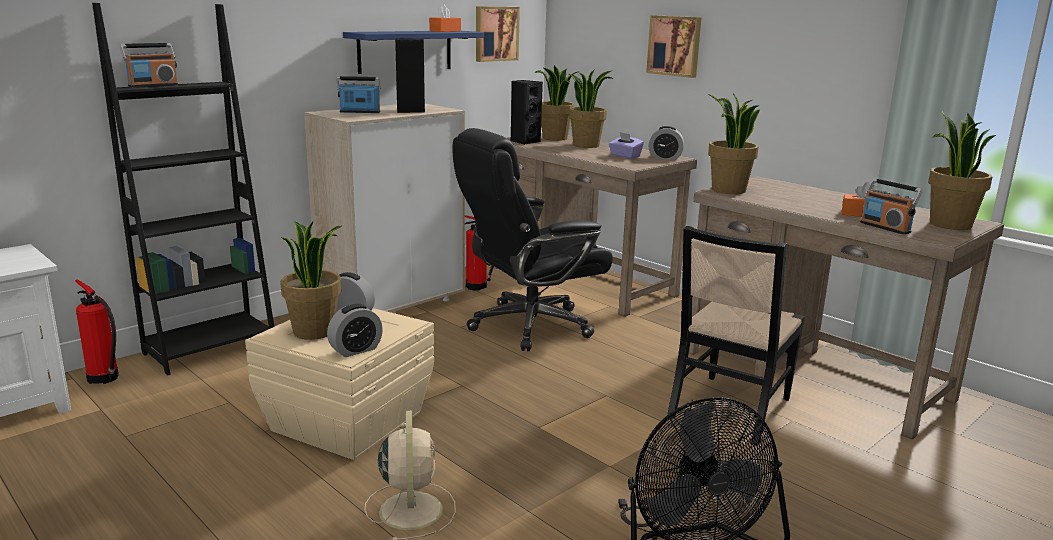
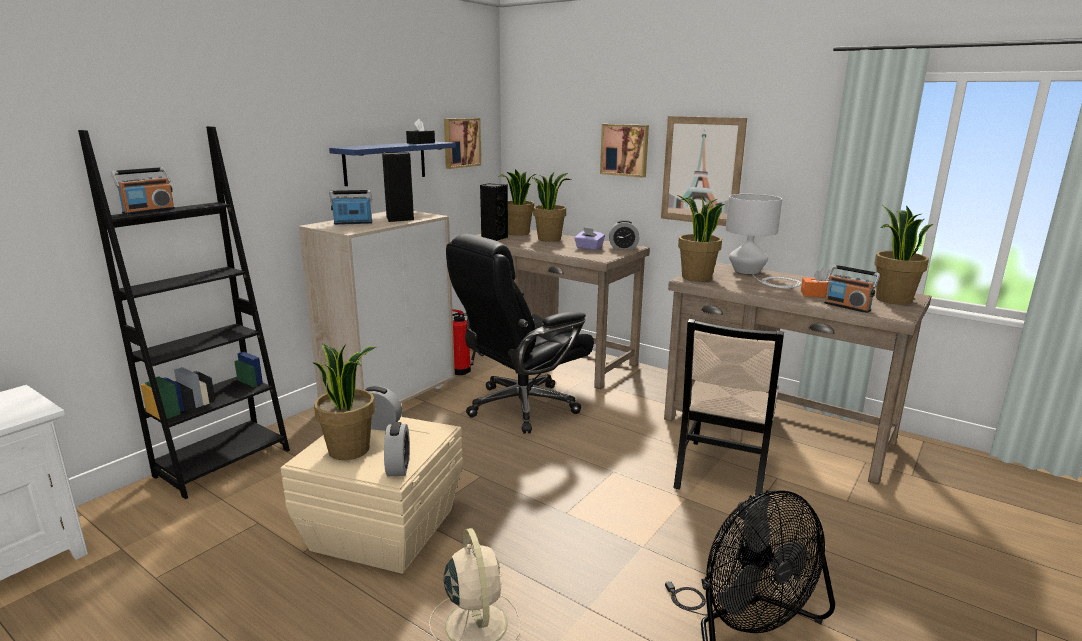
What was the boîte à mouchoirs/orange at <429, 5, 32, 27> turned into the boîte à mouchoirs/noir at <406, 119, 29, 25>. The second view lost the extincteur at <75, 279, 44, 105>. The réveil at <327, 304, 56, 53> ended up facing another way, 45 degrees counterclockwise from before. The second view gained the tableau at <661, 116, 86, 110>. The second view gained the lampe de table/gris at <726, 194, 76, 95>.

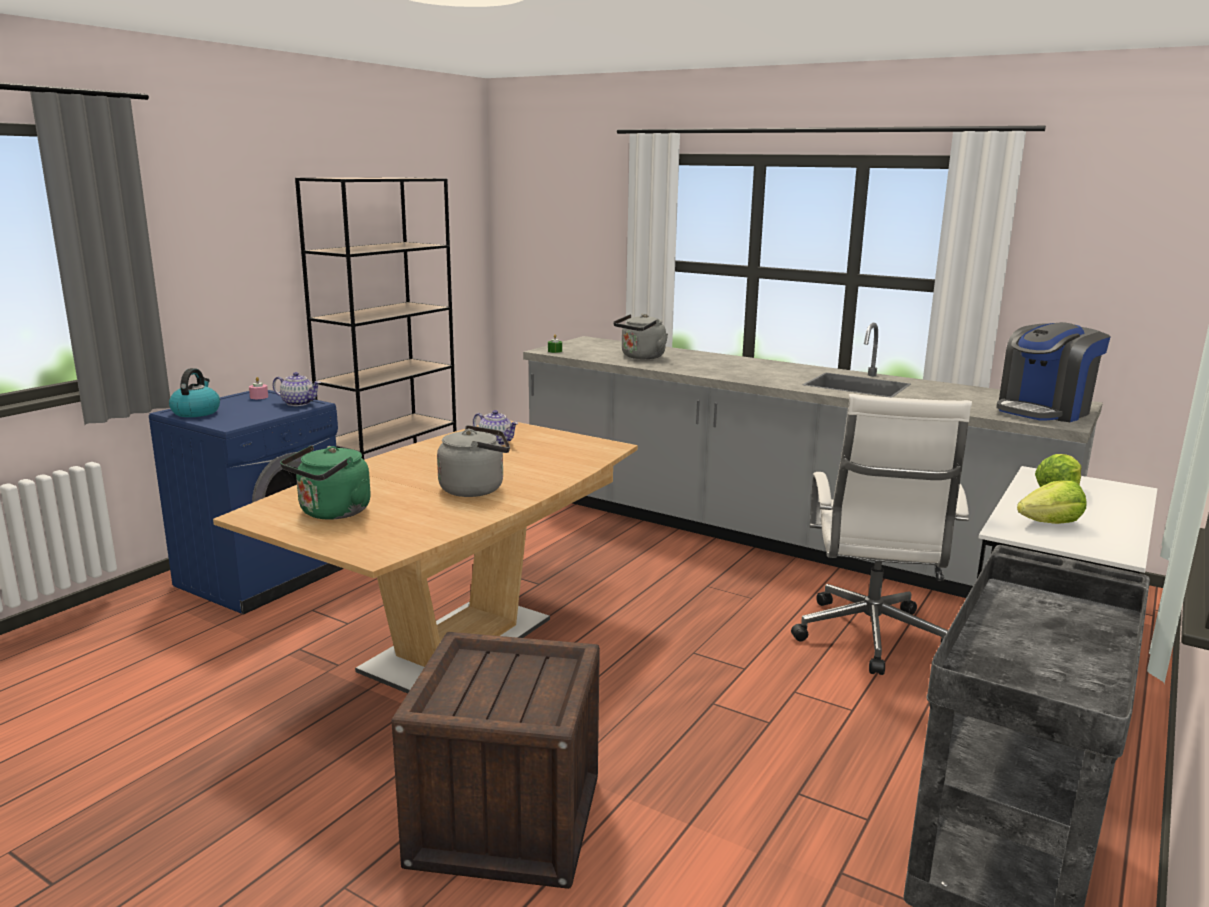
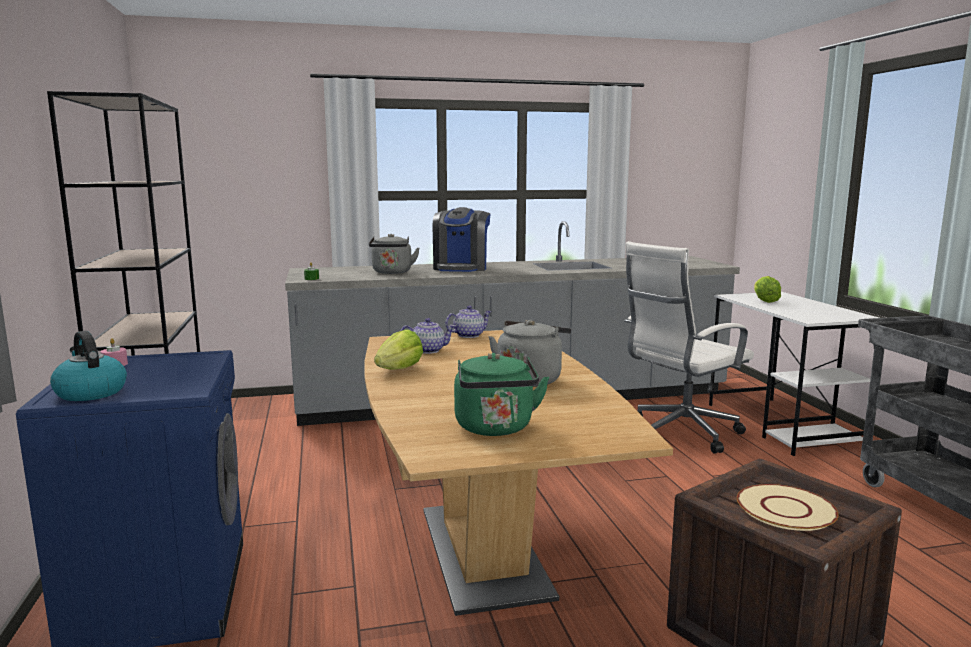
The machine à café ended up elsewhere, having gone from <996, 322, 115, 100> to <433, 207, 58, 65>. The théière ended up elsewhere, having gone from <273, 372, 48, 34> to <445, 306, 47, 32>. The chaise de bureau/blanc at <791, 394, 181, 281> ended up facing another way, 90 degrees clockwise from before. The laitue ended up elsewhere, having gone from <1017, 480, 70, 44> to <374, 329, 49, 41>. The second view gained the assiette/beige at <737, 484, 102, 47>.

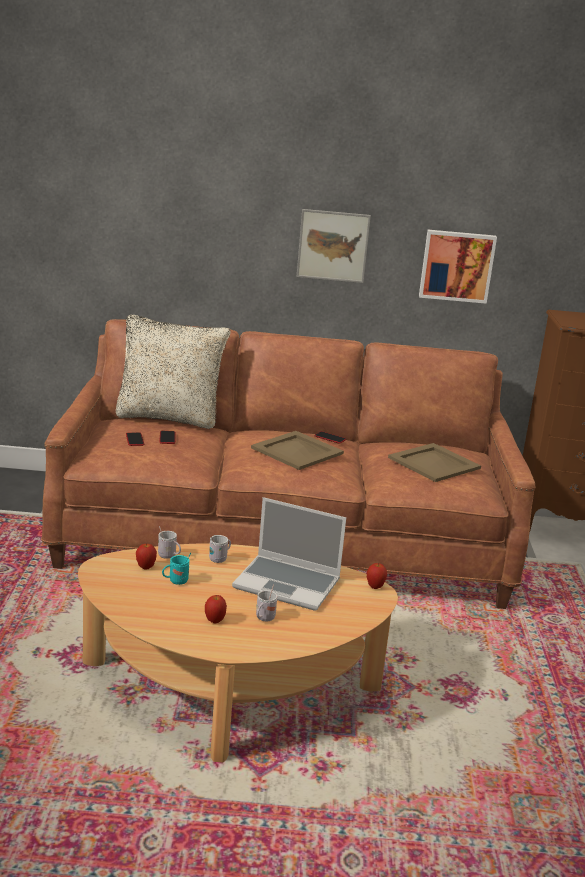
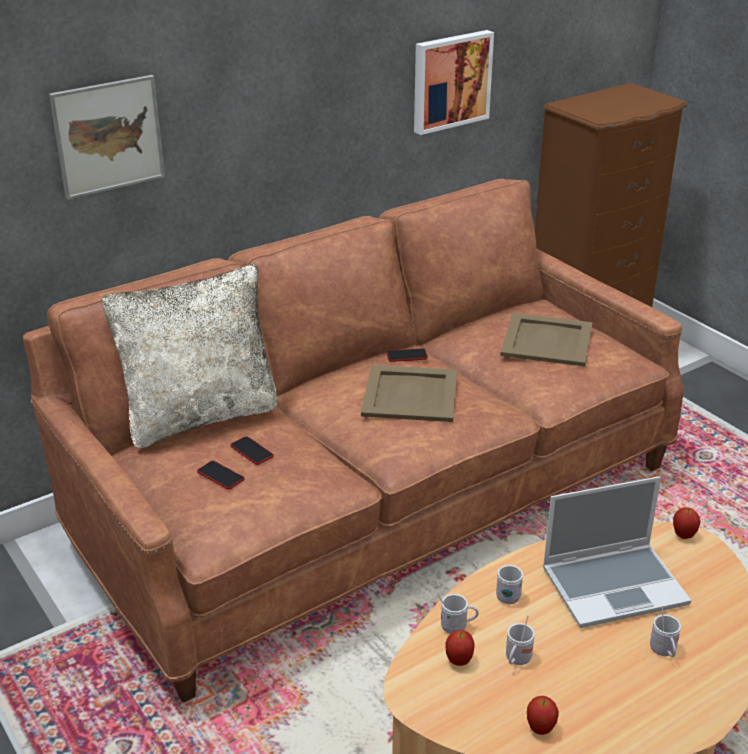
The tableau ended up elsewhere, having gone from <296, 209, 75, 74> to <49, 75, 116, 125>. What was the mug/turquoise at <162, 553, 29, 32> turned into the mug/blanc at <506, 616, 29, 49>. The pomme ended up elsewhere, having gone from <205, 595, 22, 28> to <527, 696, 32, 39>.

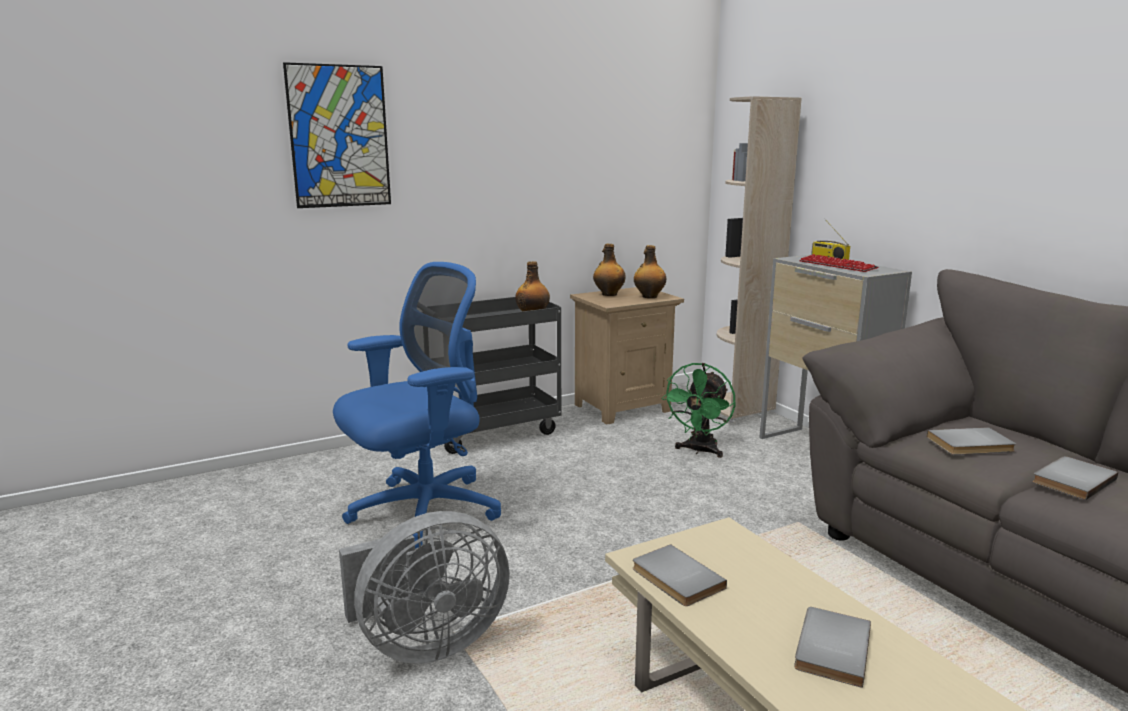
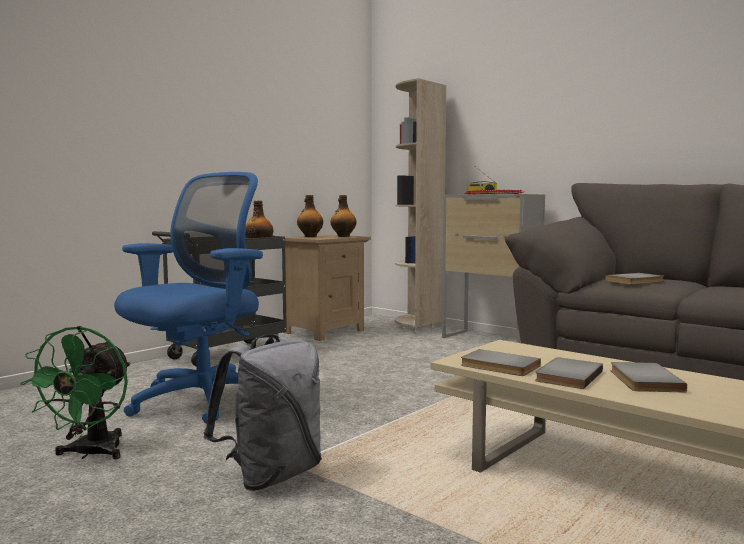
The second view lost the tableau at <283, 62, 108, 146>. The ventilateur/vert ended up elsewhere, having gone from <661, 363, 75, 95> to <20, 326, 110, 133>. The livre/gris ended up elsewhere, having gone from <1033, 456, 85, 44> to <535, 357, 68, 32>. Where the ventilateur/gris stood at <339, 511, 171, 153>, the sac à dos/gris came to stand at <203, 334, 119, 157>.

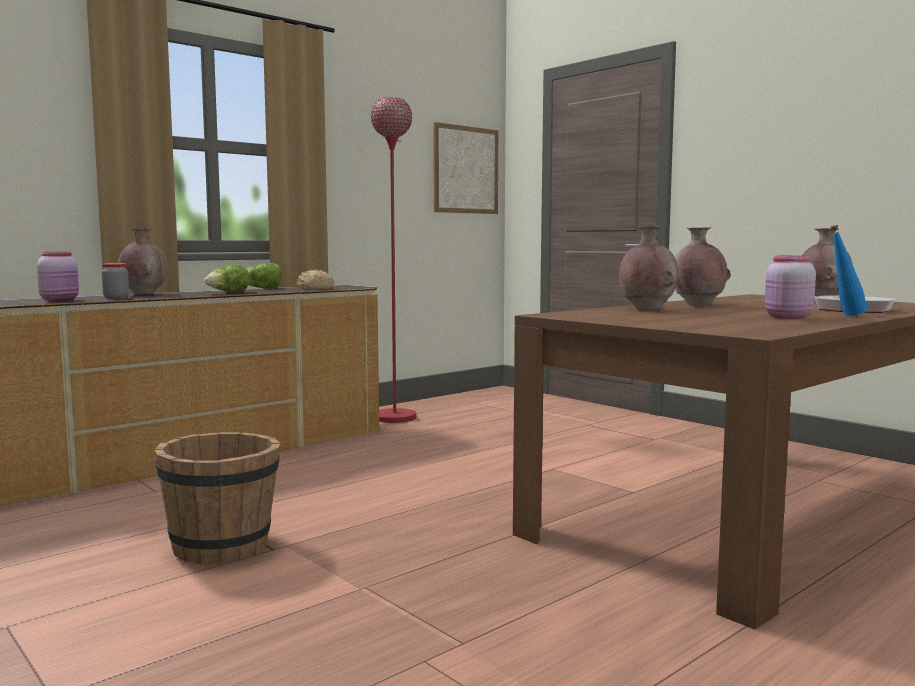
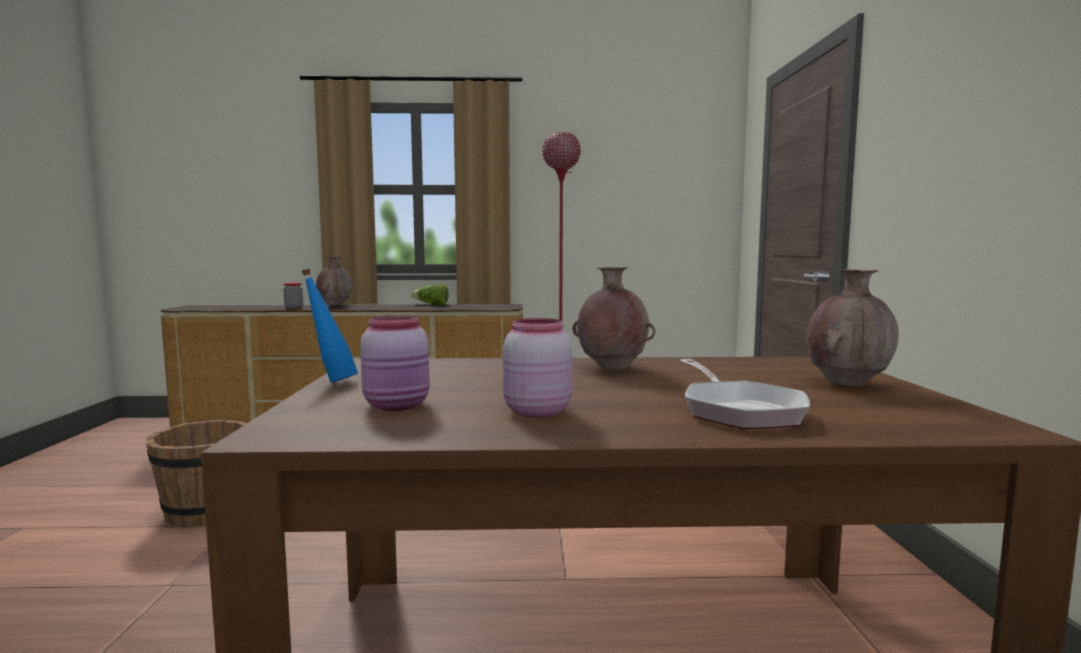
The second view lost the tableau at <433, 122, 65, 92>. The bouteille/bleu ended up elsewhere, having gone from <831, 225, 37, 91> to <301, 269, 57, 114>. The second view lost the vase/marron at <619, 226, 59, 84>. The bocal/rose ended up elsewhere, having gone from <37, 251, 42, 50> to <360, 315, 69, 96>. The second view lost the laitue at <204, 264, 46, 28>. The second view lost the pain at <297, 269, 38, 21>.

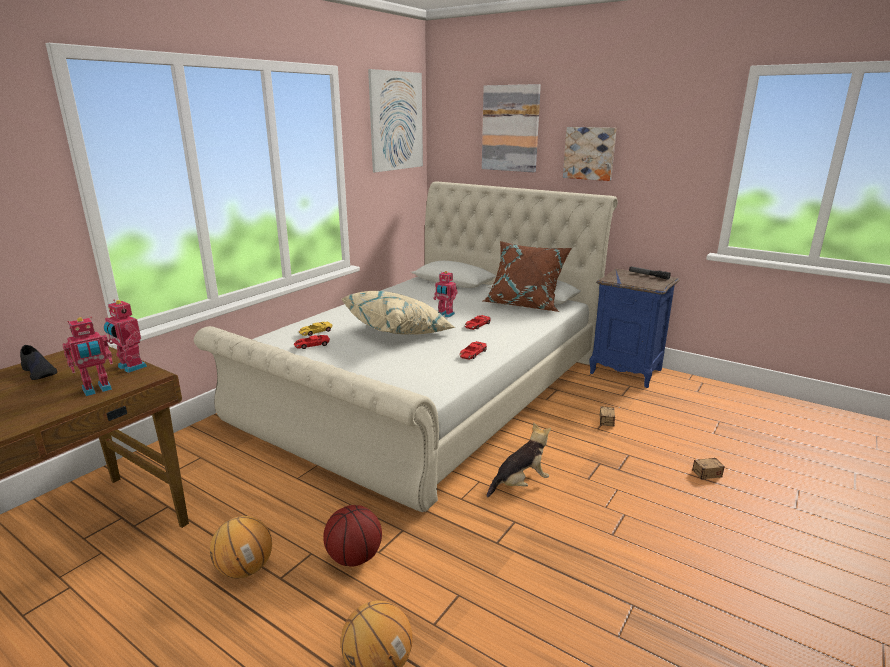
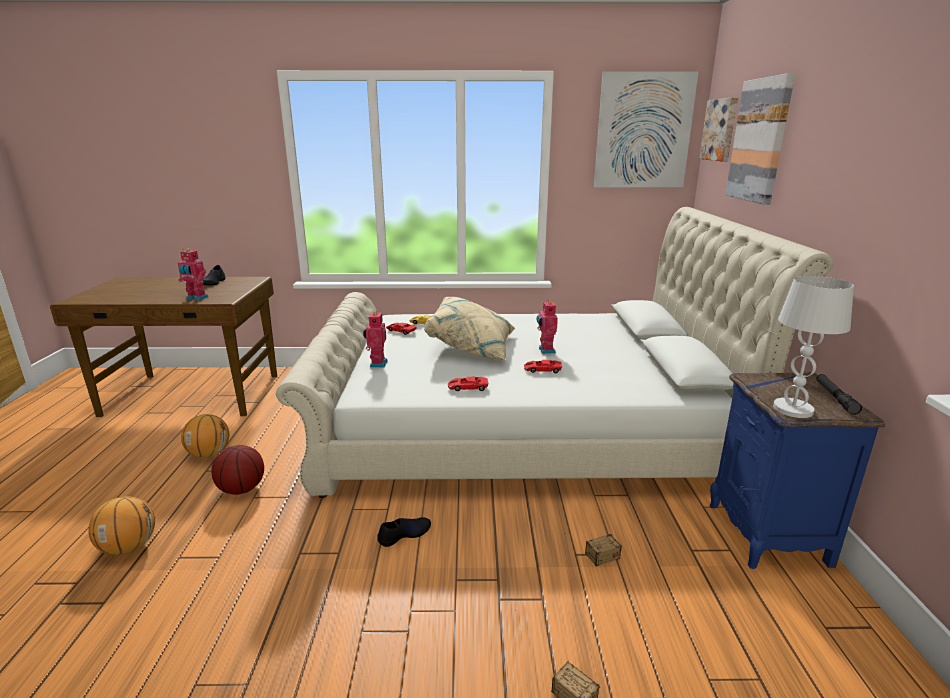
The tableau ended up elsewhere, having gone from <563, 127, 54, 54> to <699, 97, 39, 64>. The second view lost the coussin/marron at <484, 241, 88, 71>. The robot jouet ended up elsewhere, having gone from <104, 300, 43, 73> to <363, 310, 25, 57>. Where the peluche stood at <487, 423, 64, 74>, the chaussure/noir came to stand at <377, 518, 54, 29>. The second view gained the lampe de table/blanc at <773, 276, 81, 142>.

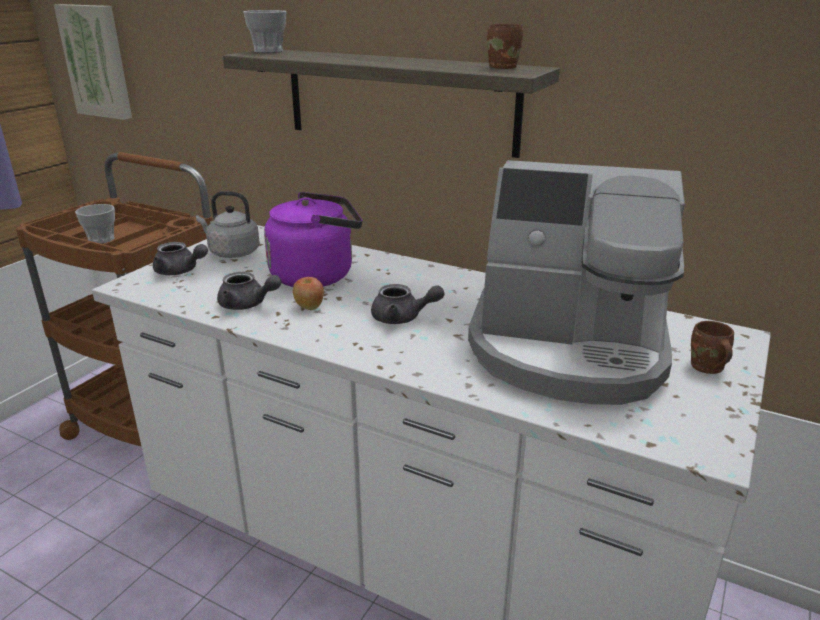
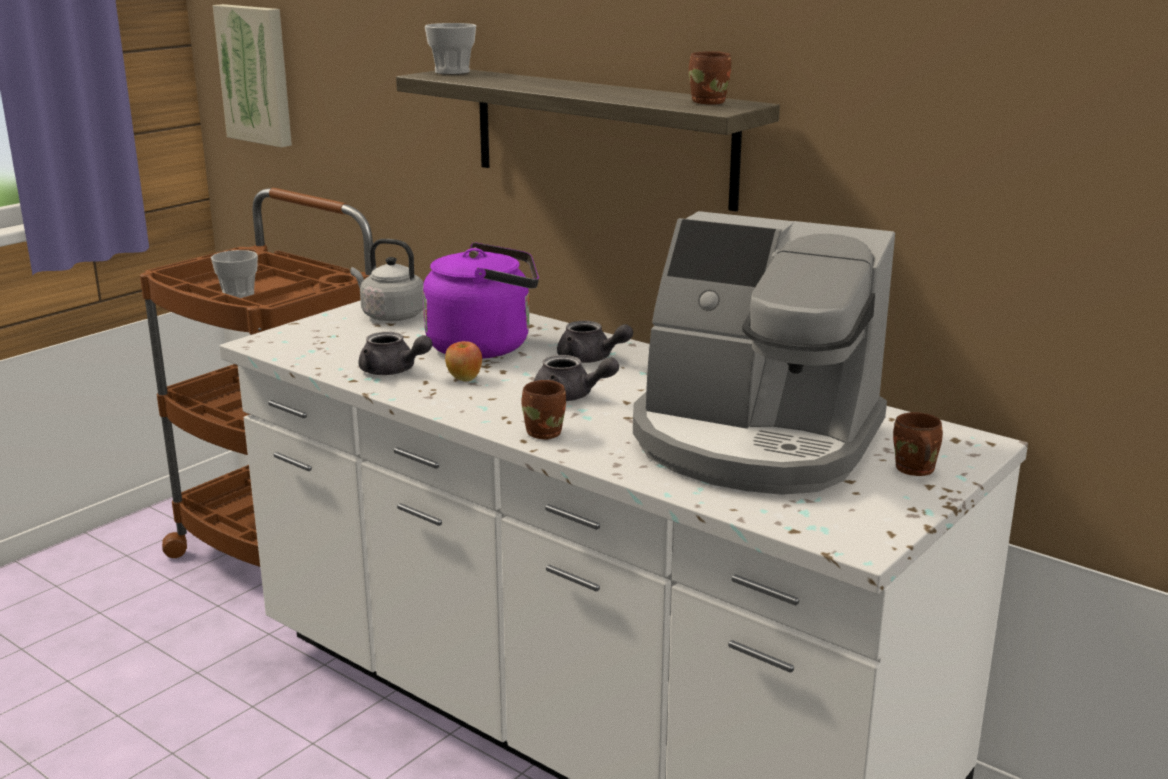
The théière/gris ended up elsewhere, having gone from <153, 242, 55, 33> to <557, 321, 76, 42>. The second view gained the mug/marron at <521, 380, 45, 59>.

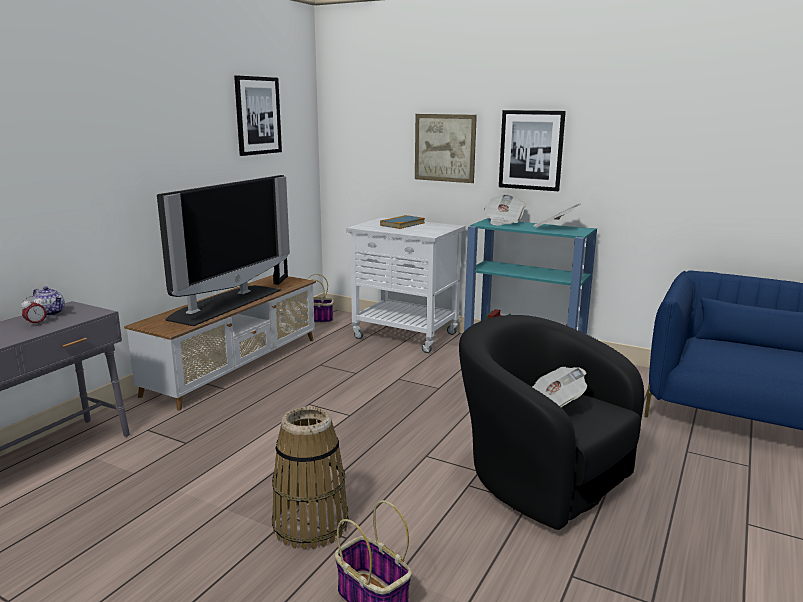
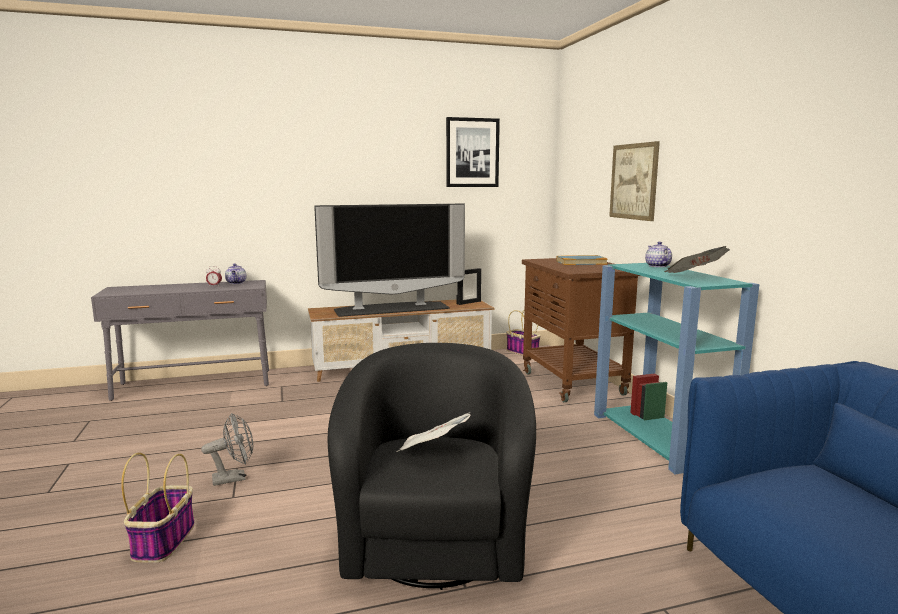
The second view lost the tableau at <499, 110, 67, 81>. Where the journal stood at <484, 194, 42, 31>, the théière came to stand at <645, 242, 27, 25>. What was the chariot/blanc at <346, 217, 120, 136> turned into the chariot/marron at <522, 258, 118, 144>. Where the panier stood at <272, 406, 76, 144>, the ventilateur/gris came to stand at <201, 413, 52, 73>.

